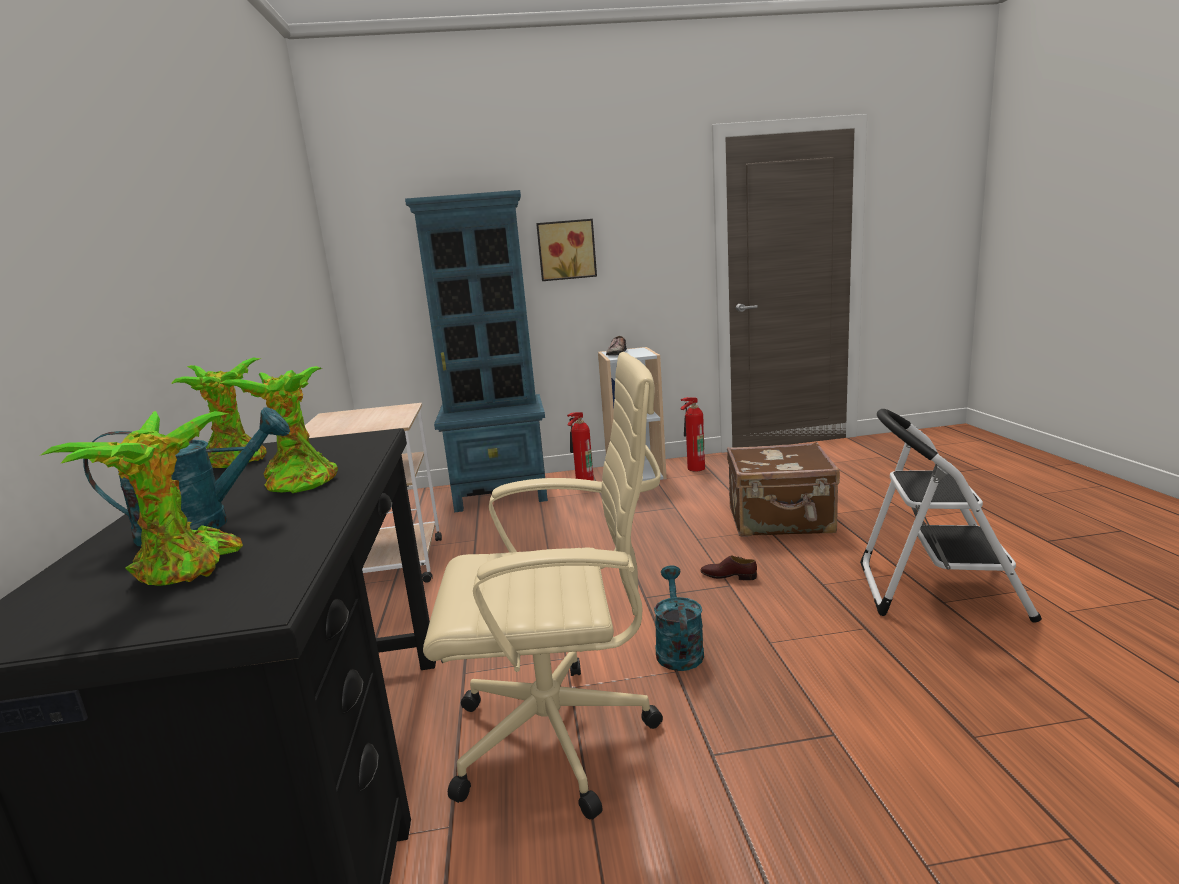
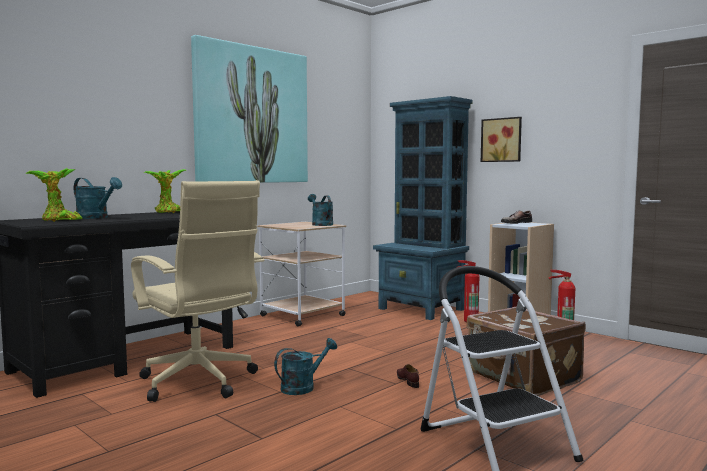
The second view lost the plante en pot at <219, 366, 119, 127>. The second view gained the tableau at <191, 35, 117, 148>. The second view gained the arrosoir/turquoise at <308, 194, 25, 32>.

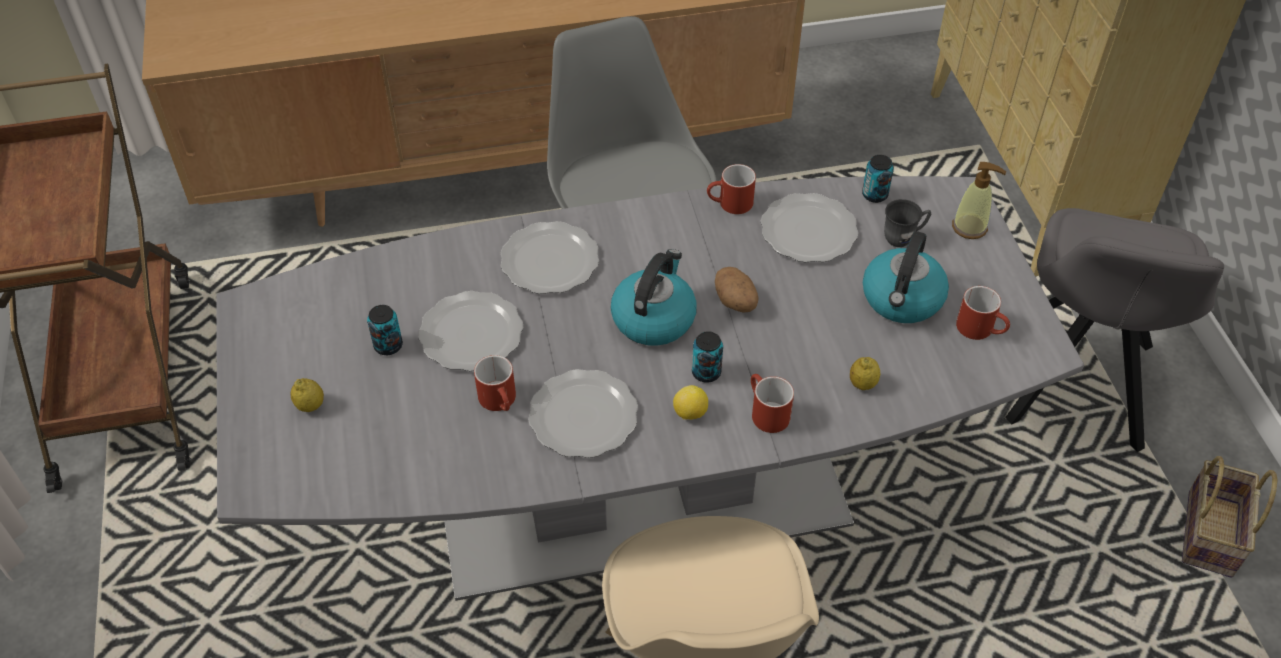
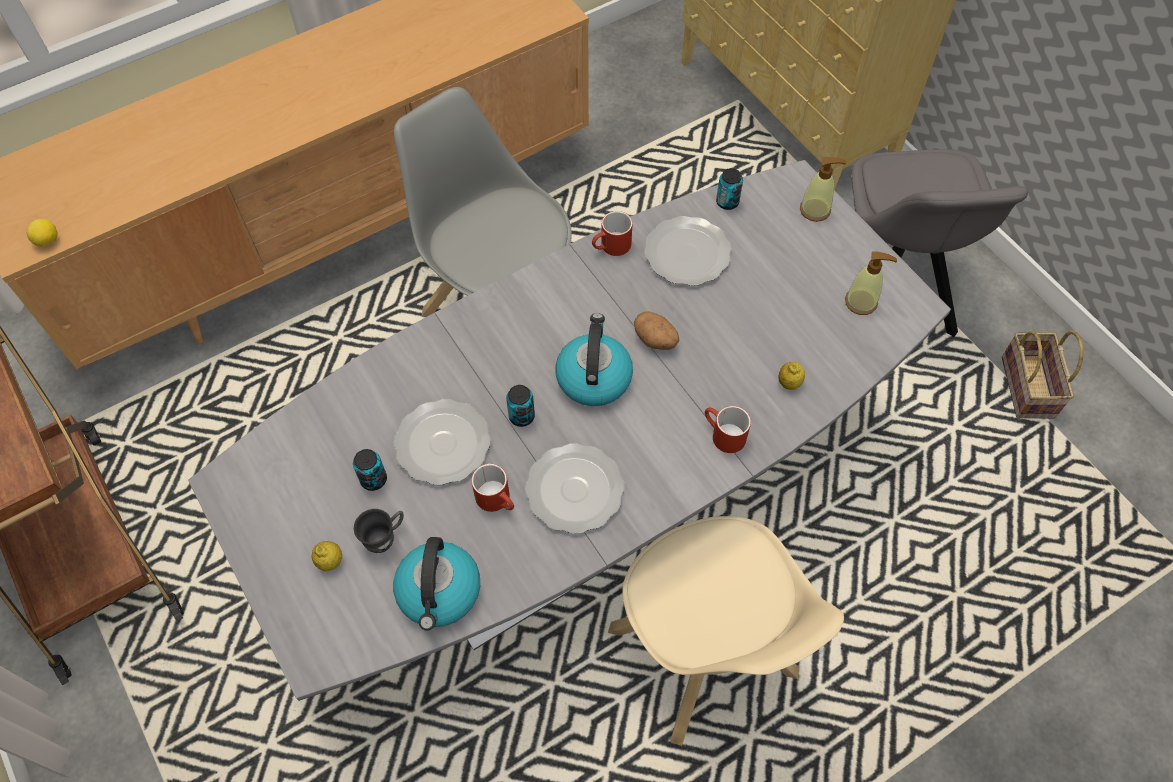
The mug/gris ended up elsewhere, having gone from <884, 199, 47, 48> to <354, 509, 50, 44>. The second view lost the assiette at <501, 221, 98, 73>. The bouilloire ended up elsewhere, having gone from <863, 231, 86, 92> to <393, 537, 87, 94>. Where the mug/rouge stood at <956, 286, 54, 54>, the distributeur de savon came to stand at <845, 251, 52, 64>. The boîte métallique ended up elsewhere, having gone from <692, 331, 31, 52> to <506, 385, 29, 42>. The citron ended up elsewhere, having gone from <673, 385, 35, 35> to <26, 219, 32, 28>.

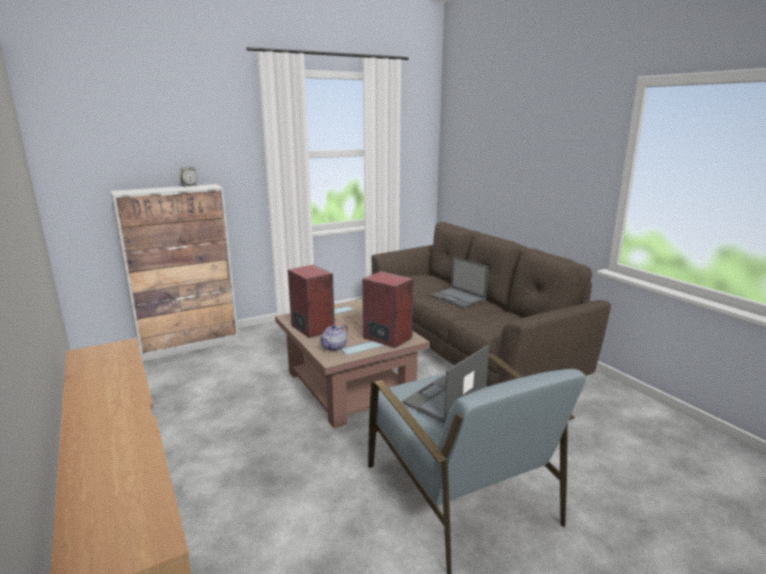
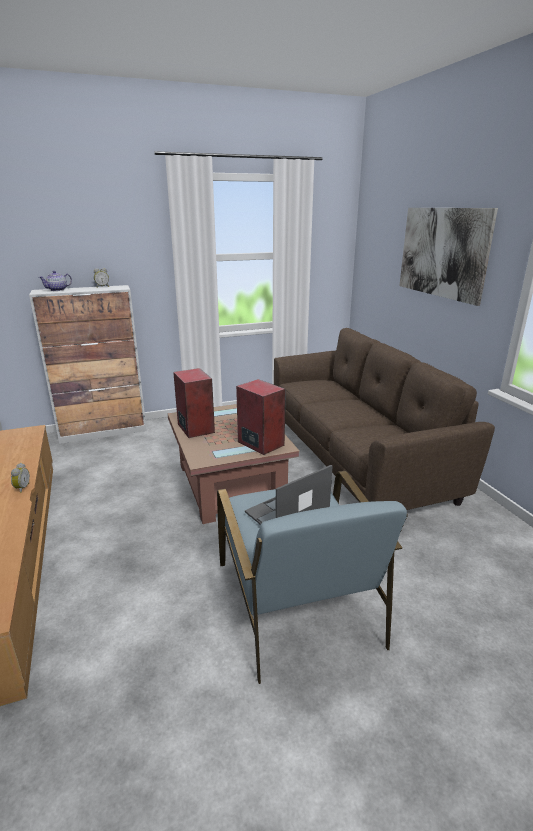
The second view lost the ordinateur portable at <430, 257, 58, 51>. The théière ended up elsewhere, having gone from <319, 324, 30, 27> to <39, 271, 33, 20>. The second view gained the tableau at <399, 208, 99, 98>. The second view gained the réveil at <11, 463, 19, 30>.

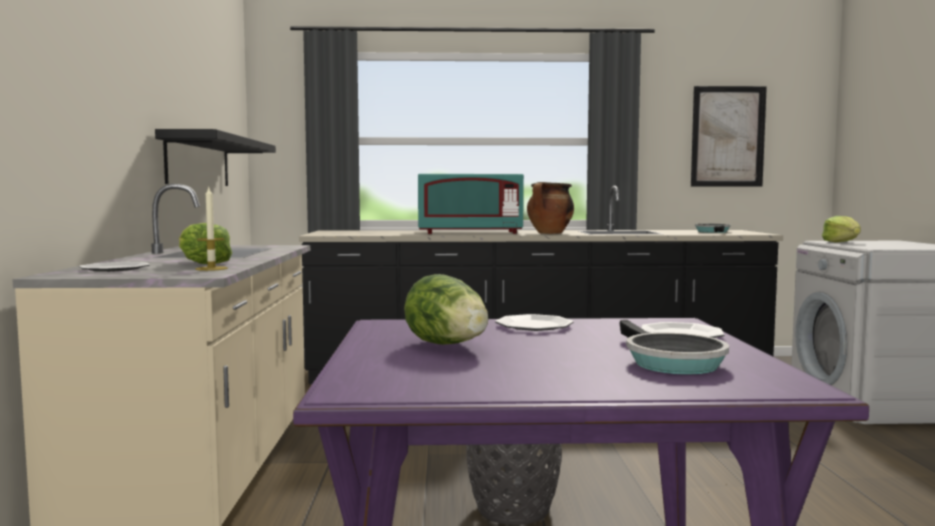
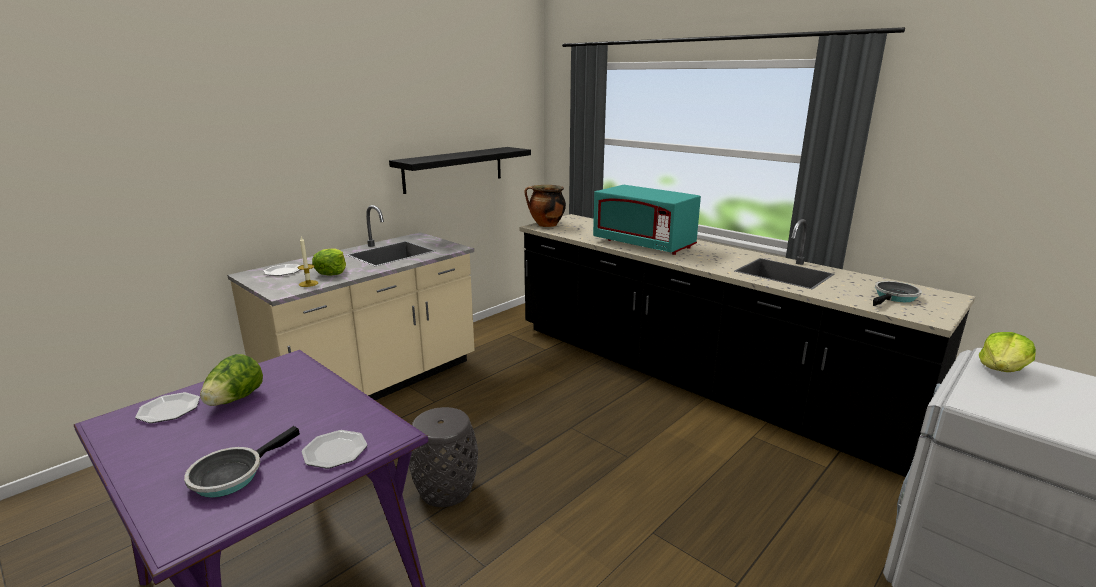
The second view lost the tableau at <691, 86, 76, 100>. The marmite ended up elsewhere, having gone from <527, 182, 47, 52> to <525, 185, 41, 42>. The assiette ended up elsewhere, having gone from <495, 314, 78, 17> to <135, 392, 65, 31>.

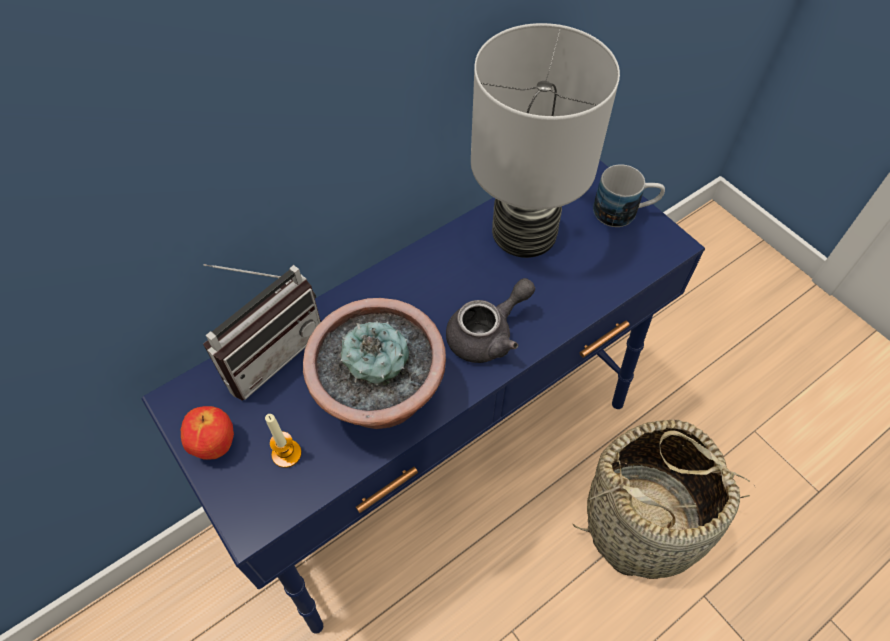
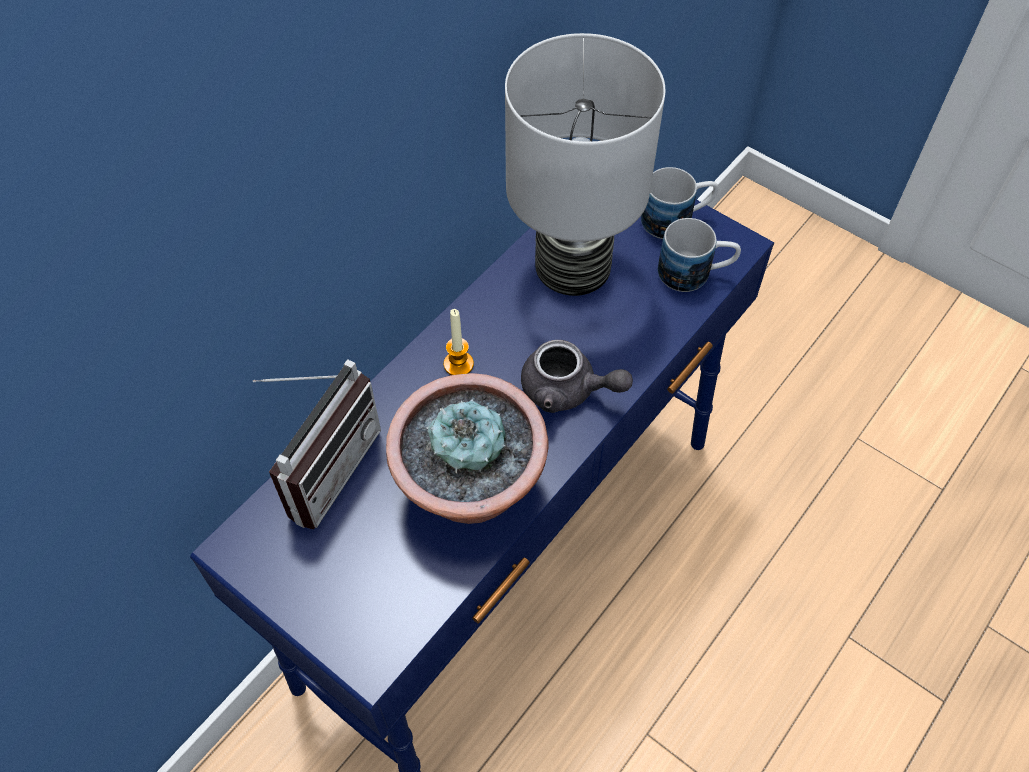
The théière/gris at <446, 278, 89, 85> ended up facing another way, 75 degrees clockwise from before. The second view lost the pomme at <181, 406, 53, 54>. The bougie ended up elsewhere, having gone from <265, 414, 37, 54> to <444, 309, 30, 66>. The second view lost the panier at <572, 419, 178, 160>. The second view gained the mug at <658, 218, 83, 74>.

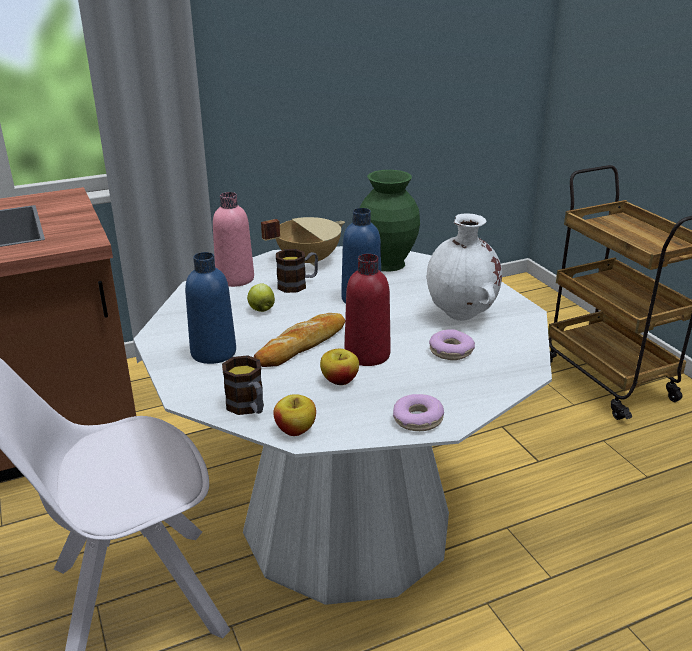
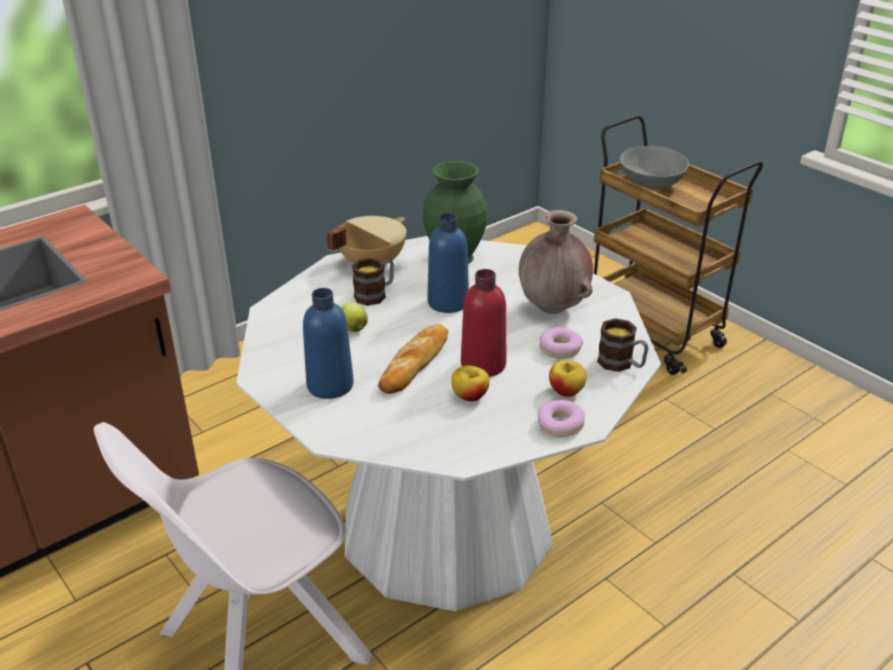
The second view lost the bouteille/rose at <213, 192, 41, 95>. What was the vase/blanc at <427, 213, 75, 108> turned into the vase/marron at <519, 210, 74, 104>. The mug ended up elsewhere, having gone from <222, 355, 42, 60> to <597, 318, 51, 54>. The pomme ended up elsewhere, having gone from <273, 394, 43, 42> to <549, 360, 38, 37>. The second view gained the bol/gris at <620, 146, 69, 43>.

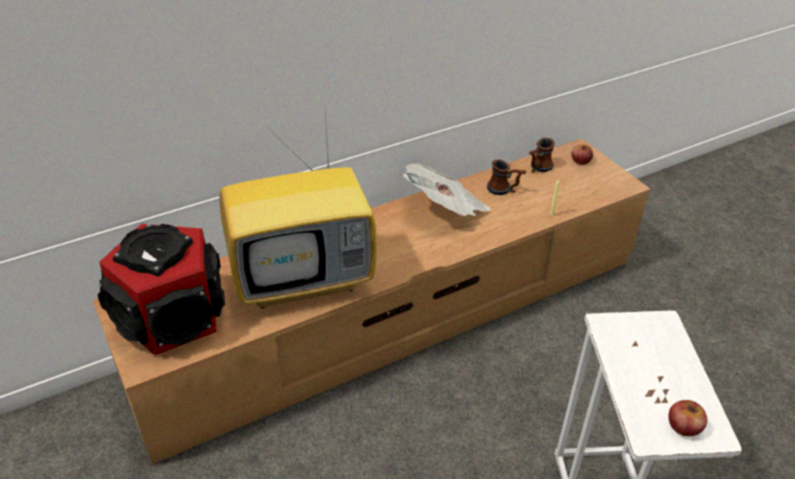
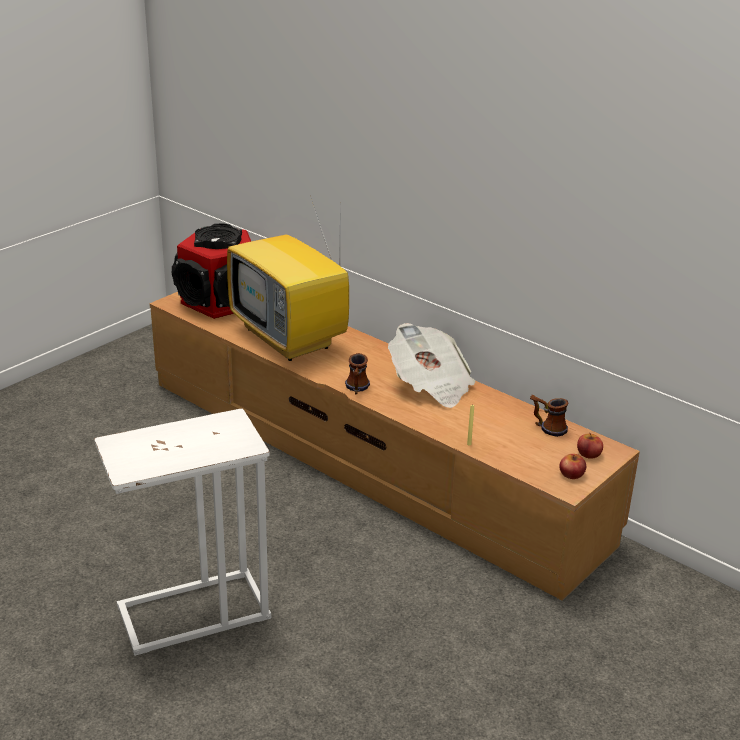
The mug ended up elsewhere, having gone from <487, 160, 39, 35> to <345, 353, 25, 41>. The pomme ended up elsewhere, having gone from <669, 400, 38, 37> to <559, 454, 27, 25>.

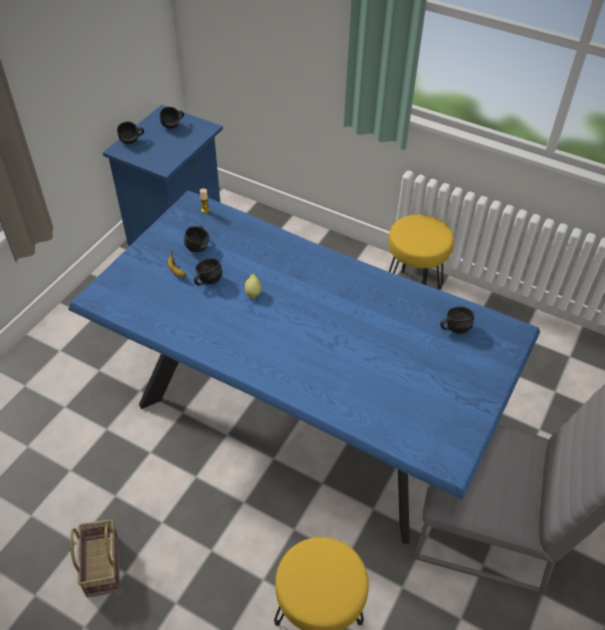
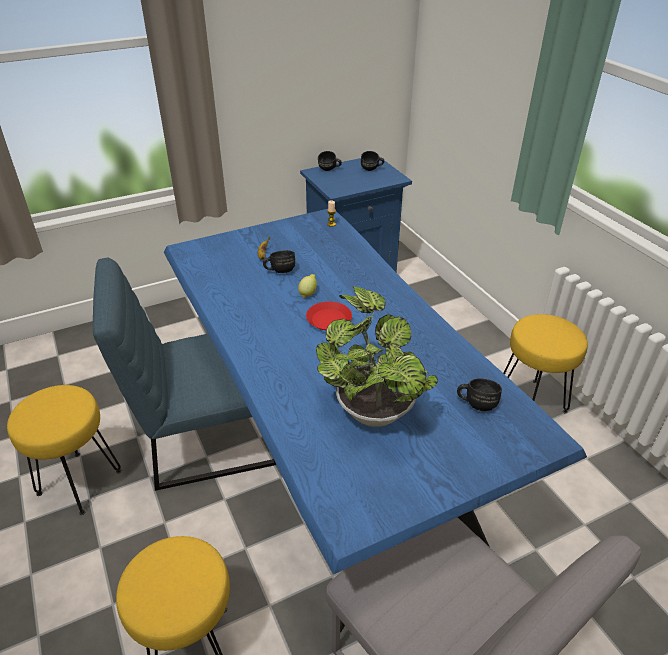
The second view lost the mug/noir at <184, 226, 25, 26>. Where the panier stood at <70, 519, 50, 78>, the tabouret/jaune came to stand at <7, 385, 115, 130>. The second view gained the chaise/bleu at <93, 257, 183, 234>. The second view gained the plante en pot at <316, 286, 122, 141>. The second view gained the assiette/rouge at <306, 302, 46, 28>.

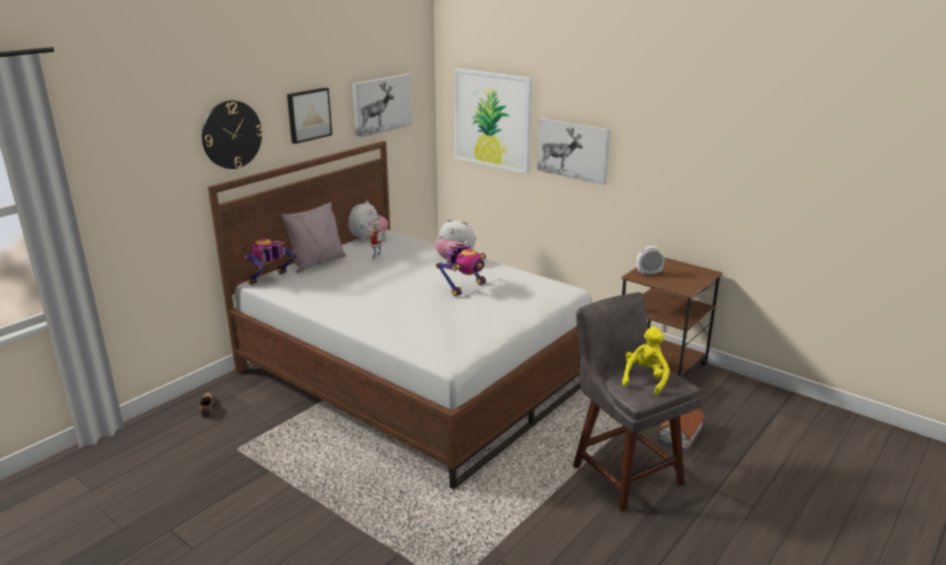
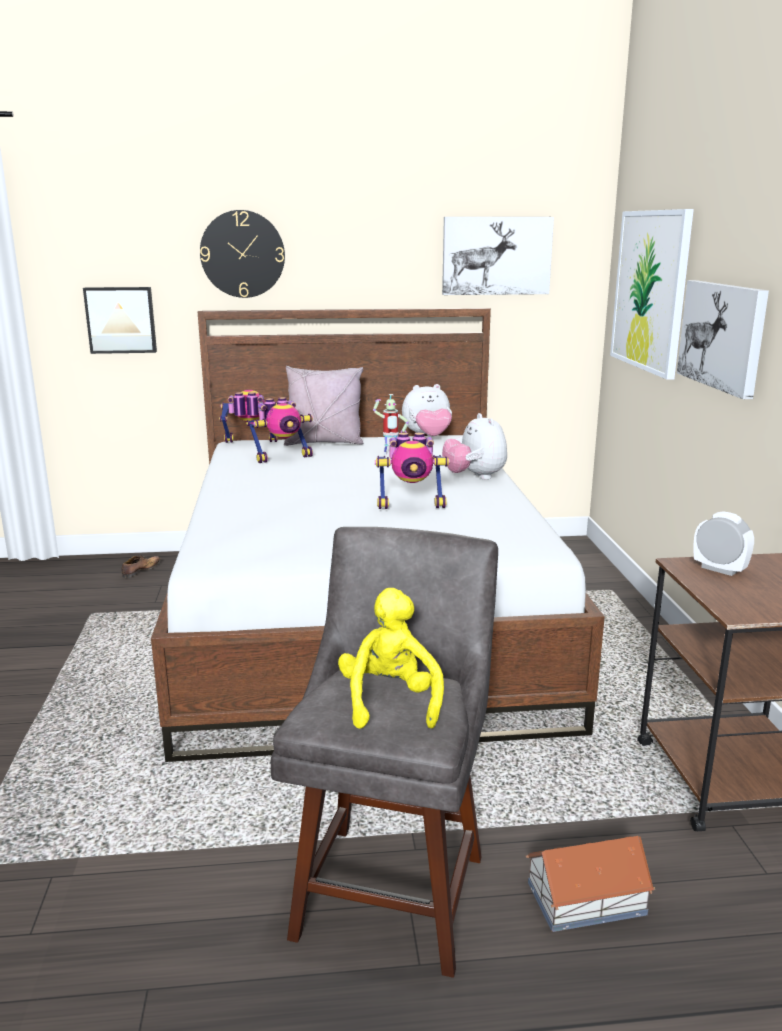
The tableau ended up elsewhere, having gone from <287, 88, 45, 56> to <83, 287, 74, 67>. The peluche/jaune at <622, 327, 48, 68> ended up facing another way, 75 degrees counterclockwise from before. The second view gained the robot jouet at <246, 397, 67, 66>.

